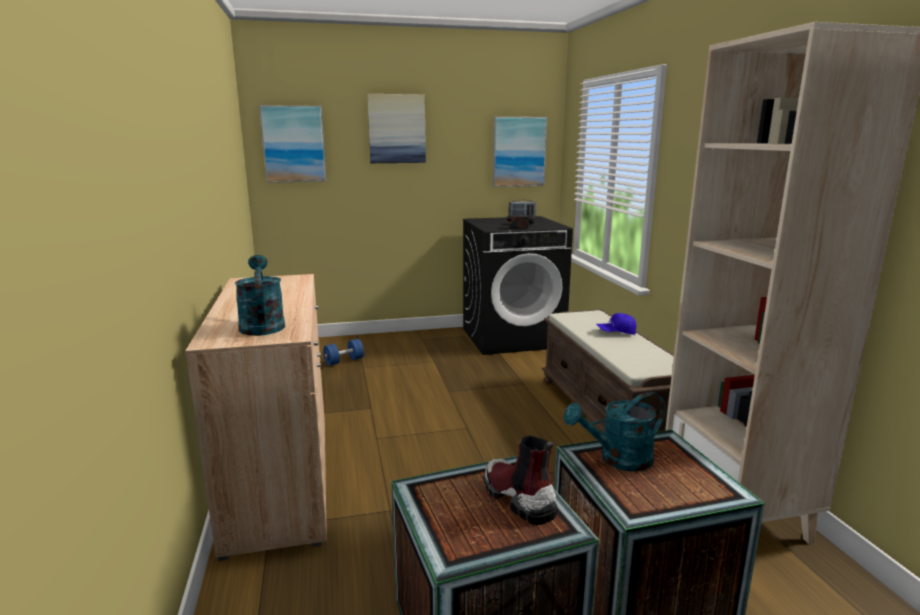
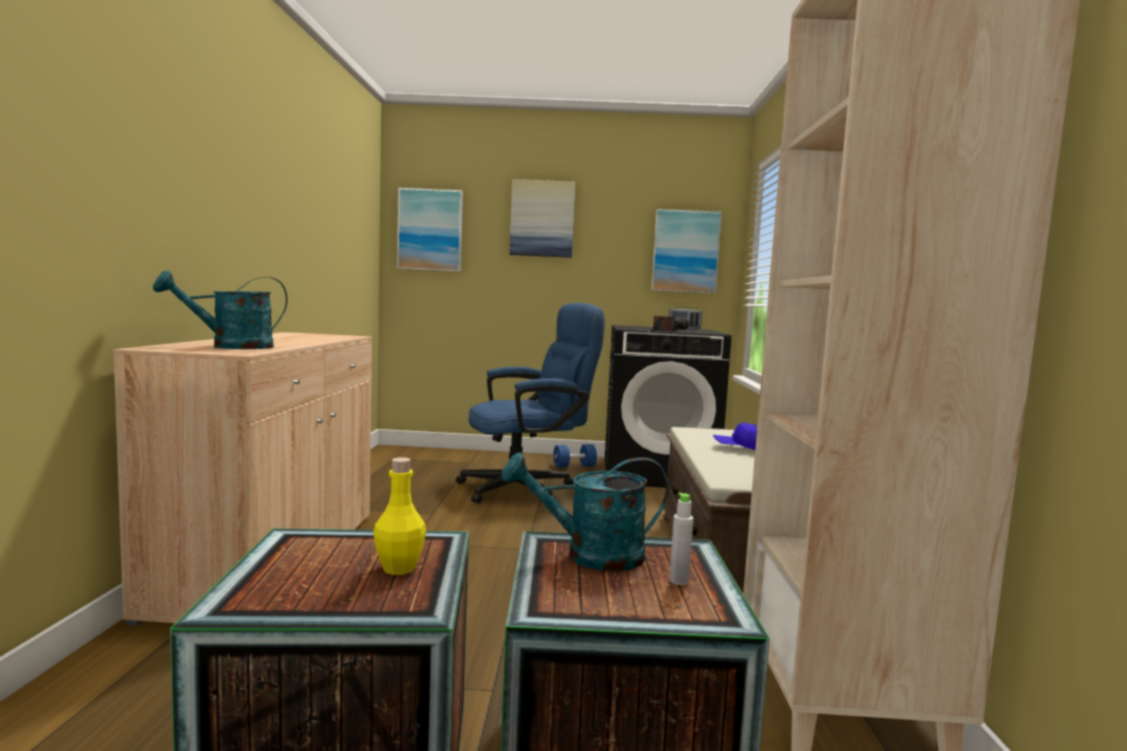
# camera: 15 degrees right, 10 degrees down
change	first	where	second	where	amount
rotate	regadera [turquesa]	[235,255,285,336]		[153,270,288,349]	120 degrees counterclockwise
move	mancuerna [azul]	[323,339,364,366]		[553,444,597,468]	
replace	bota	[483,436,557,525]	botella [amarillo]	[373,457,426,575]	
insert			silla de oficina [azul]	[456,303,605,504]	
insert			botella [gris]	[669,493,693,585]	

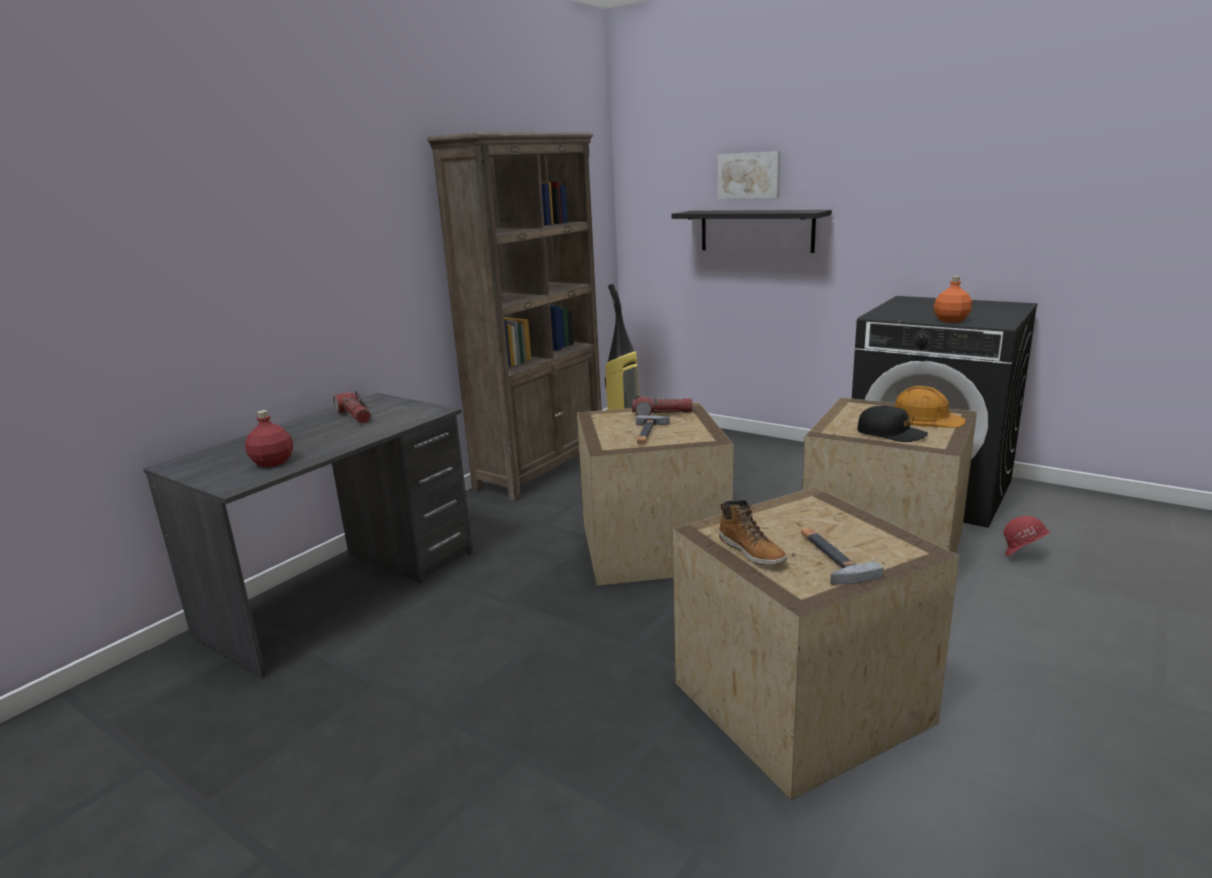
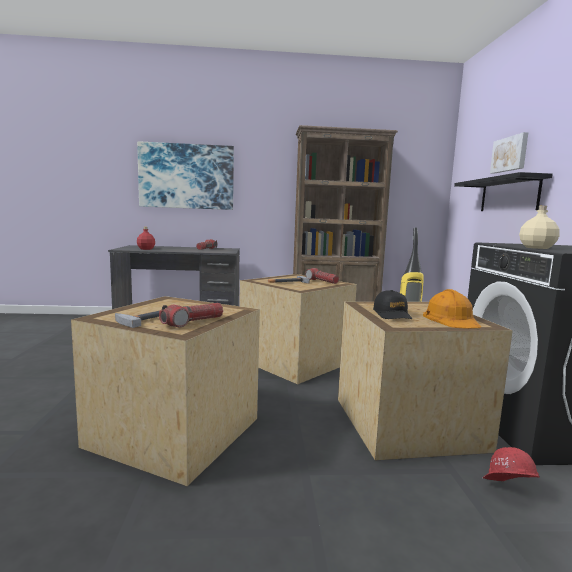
# camera: 50 degrees right, 10 degrees down
change	first	where	second	where	amount
recolor	botella [naranja]	[934,276,972,322]	botella [beis]	[519,206,559,249]	
delete	bota	[719,500,787,565]			
insert			cuadro	[137,141,234,210]	
insert			linterna	[159,303,223,328]	

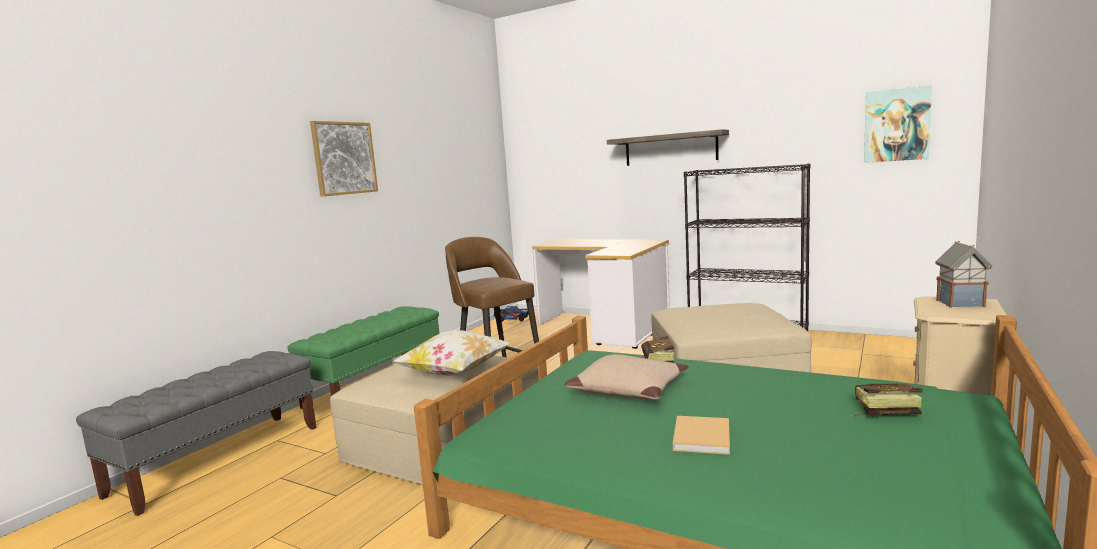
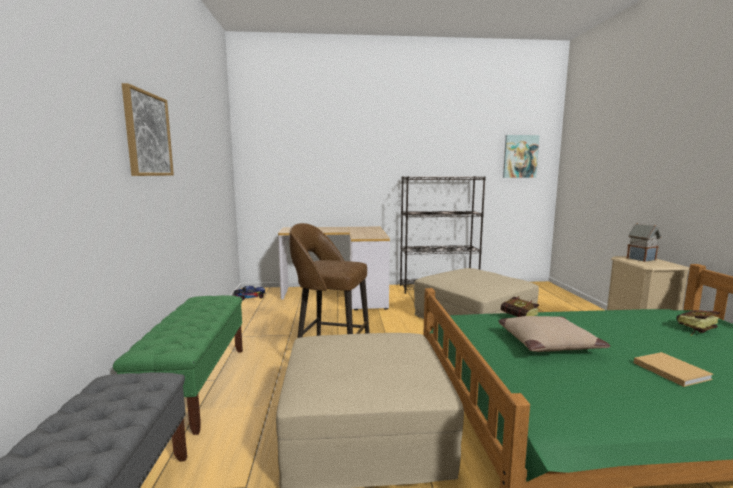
# camera: 35 degrees left, 0 degrees up
change	first	where	second	where	amount
delete	estante	[607,129,729,166]			
delete	cojín	[392,330,511,375]			

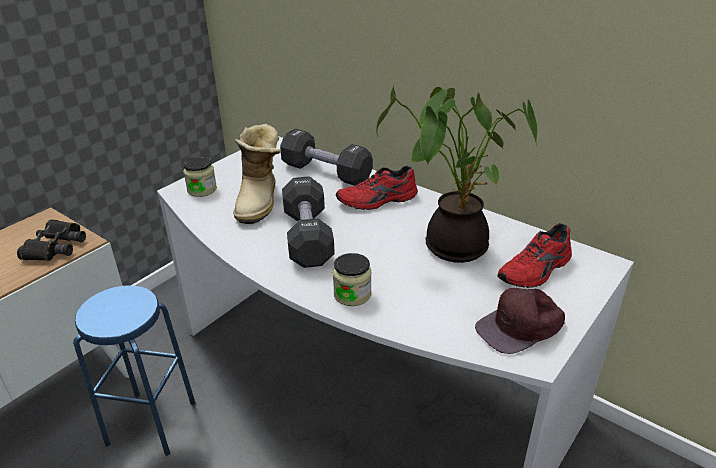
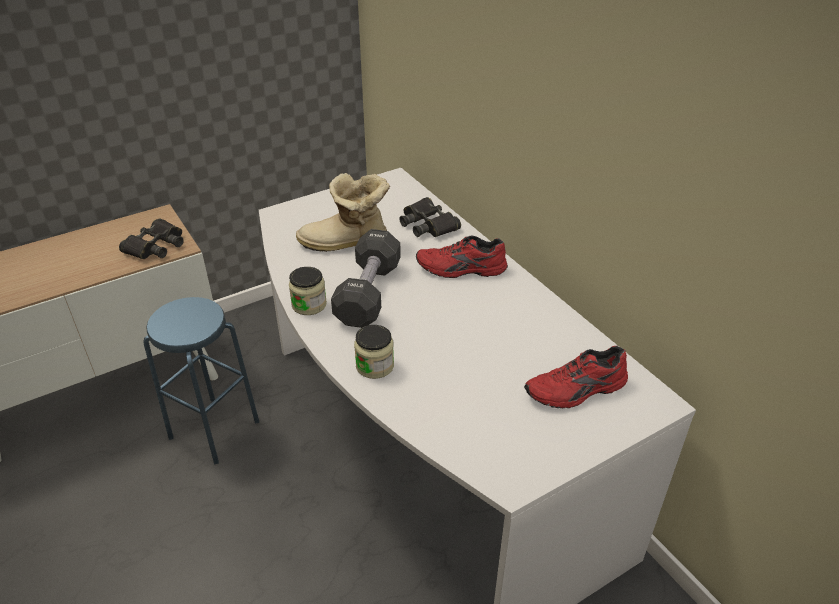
# camera: 20 degrees right, 5 degrees up
change	first	where	second	where	amount
delete	planta en maceta	[376,86,538,263]			
rotate	bota	[233,124,281,224]		[296,173,390,252]	60 degrees clockwise
replace	mancuerna [negro]	[280,128,373,186]	prismáticos [negro]	[399,197,461,237]	
move	tarro	[183,157,217,197]		[289,267,327,315]	
delete	gorra [marrón]	[475,288,565,354]			

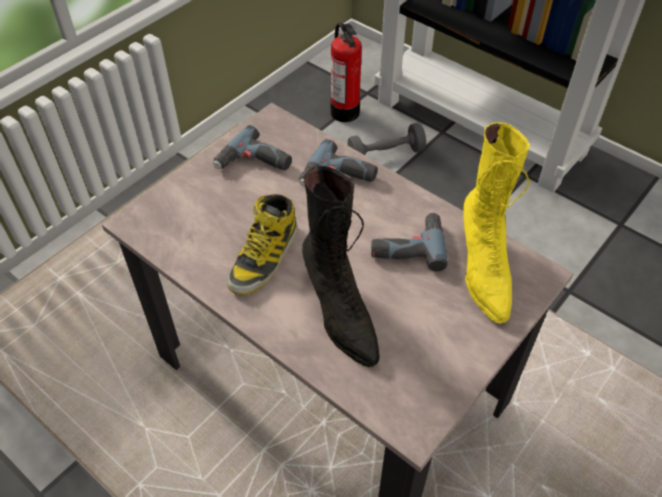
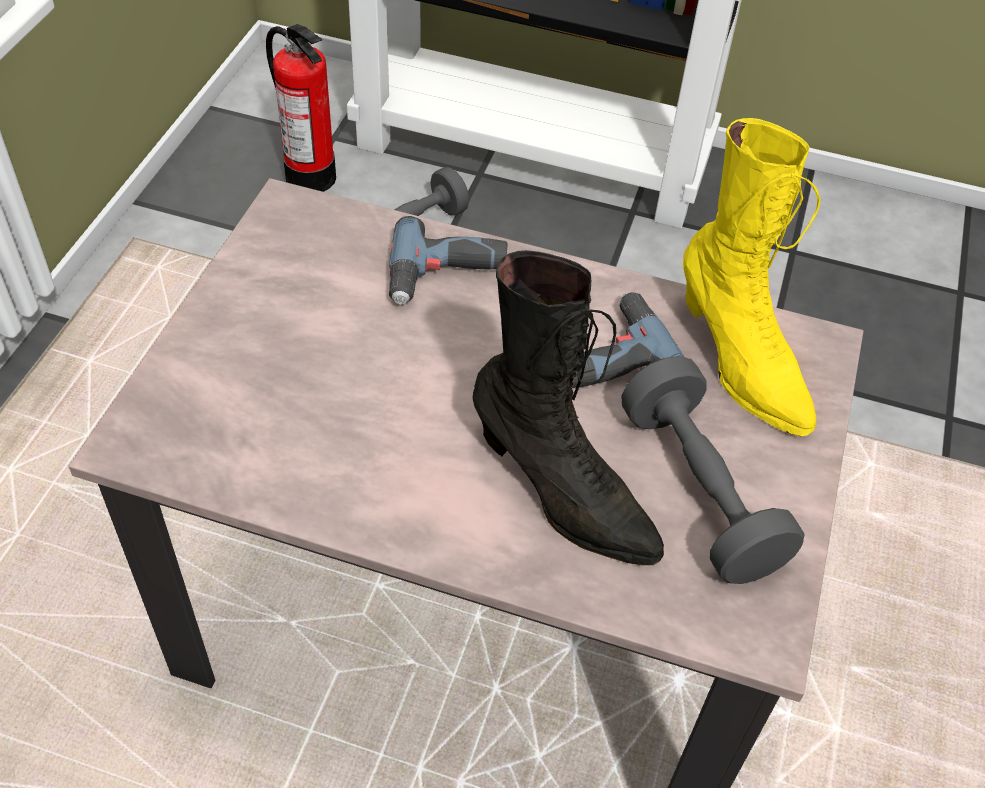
# camera: 25 degrees left, 0 degrees up
change	first	where	second	where	amount
delete	taladro	[214,125,292,170]			
delete	bota	[227,194,298,295]			
insert			mancuerna [gris]	[621,356,804,584]	

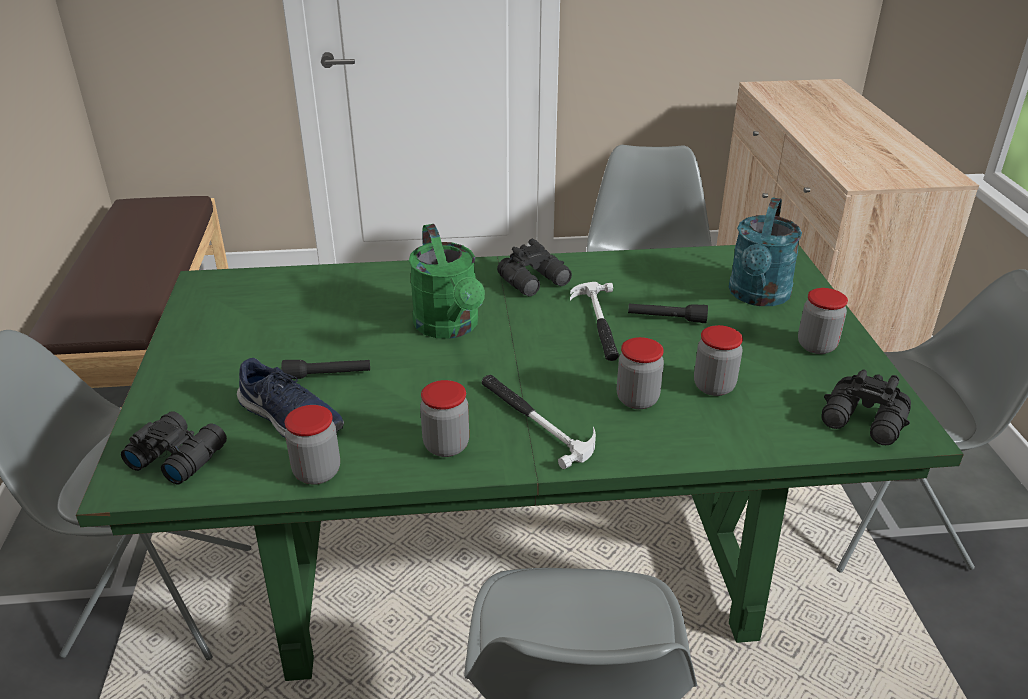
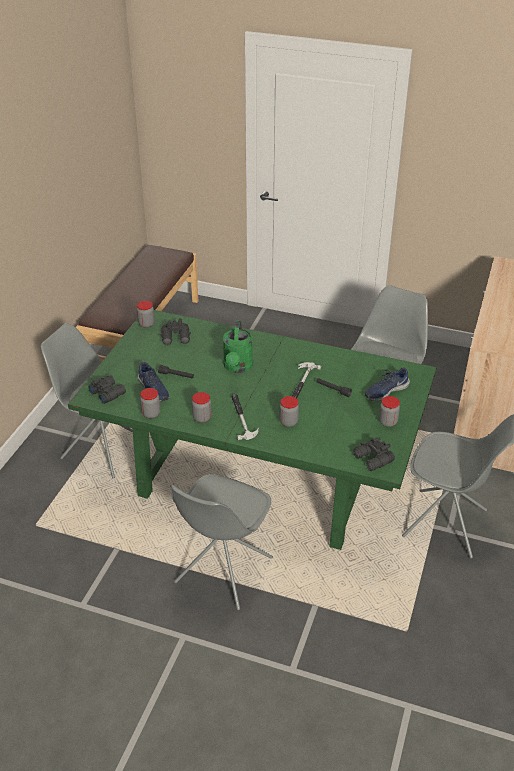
# camera: 25 degrees right, 5 degrees up
change	first	where	second	where	amount
replace	regadera [turquesa]	[729,197,802,306]	zapato [azul]	[365,367,410,401]	
move	prismáticos [negro]	[497,239,572,296]		[160,318,191,345]	
move	tarro	[694,325,743,396]		[137,301,155,328]	

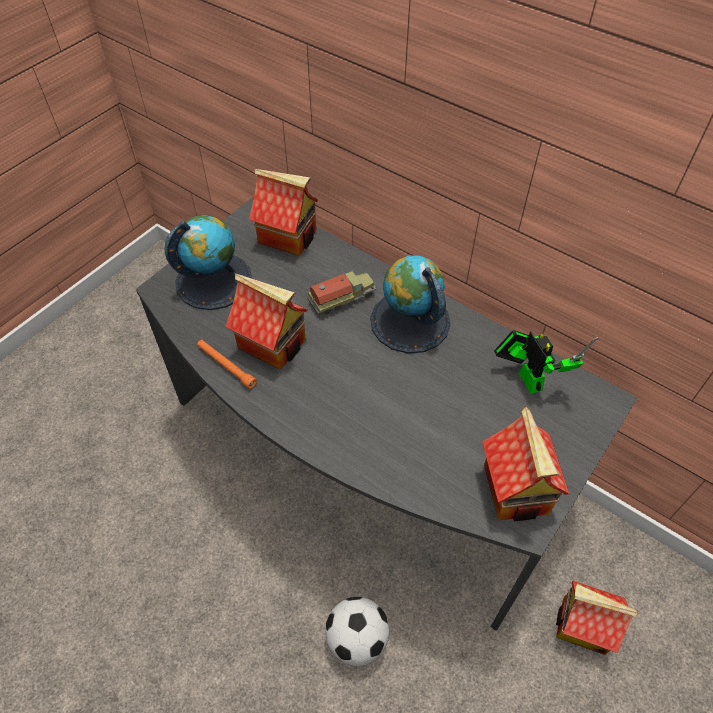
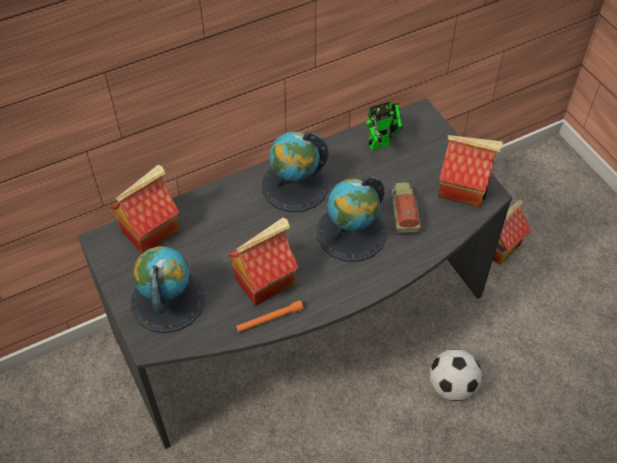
# camera: 65 degrees left, 0 degrees up
change	first	where	second	where	amount
move	camión de juguete	[307,271,376,316]		[392,182,421,234]	
rotate	robot de juguete	[494,330,599,394]		[366,102,403,150]	150 degrees clockwise
insert			globo terráqueo	[317,176,386,262]	

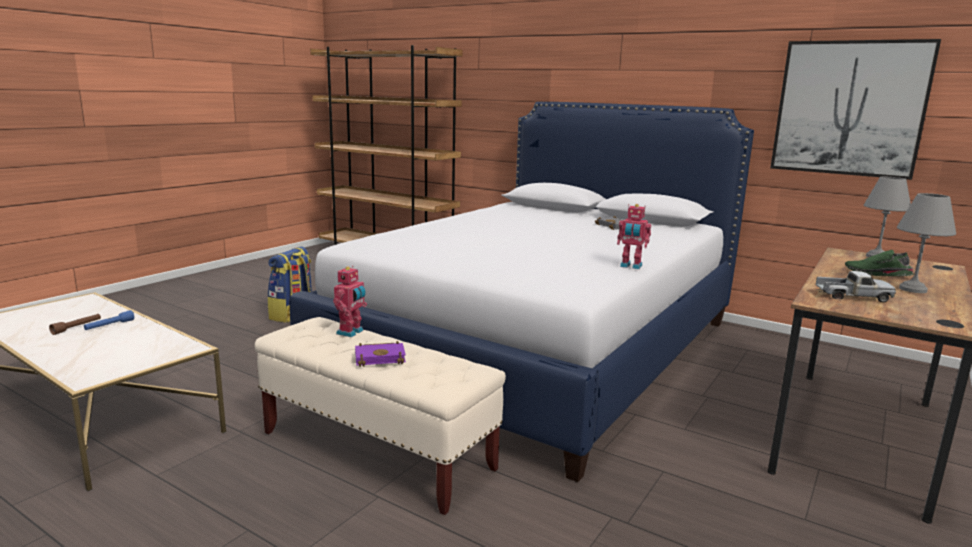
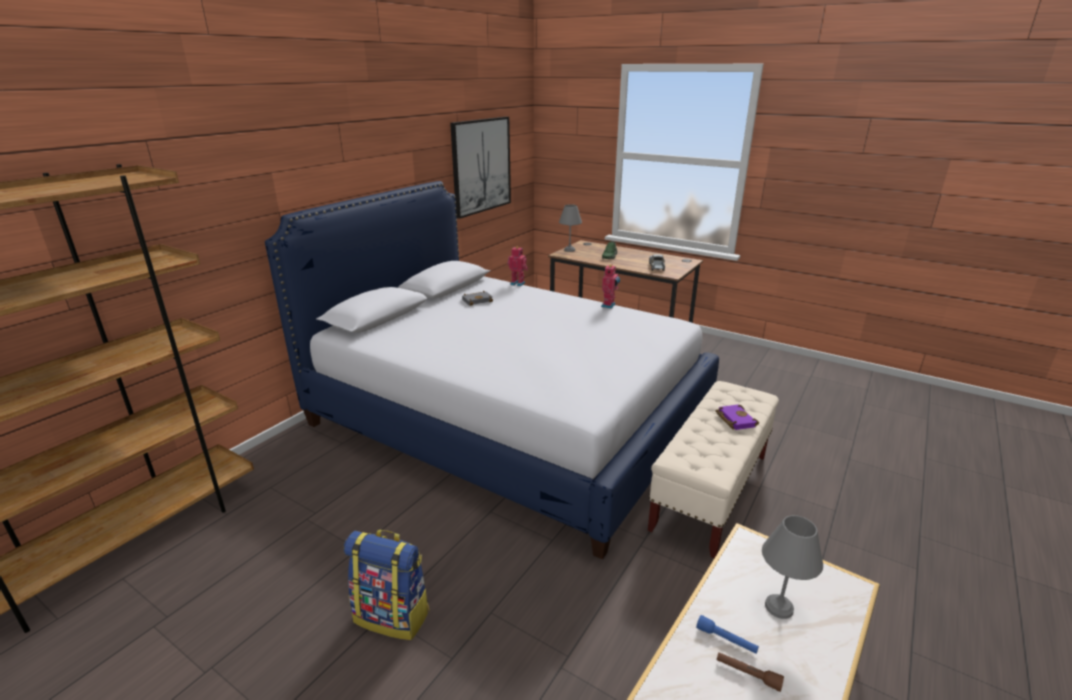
# camera: 90 degrees left, 10 degrees up
change	first	where	second	where	amount
move	lámpara de mesa [gris]	[897,193,956,293]		[762,515,823,619]	
move	robot de juguete	[333,266,367,337]		[507,246,528,286]	

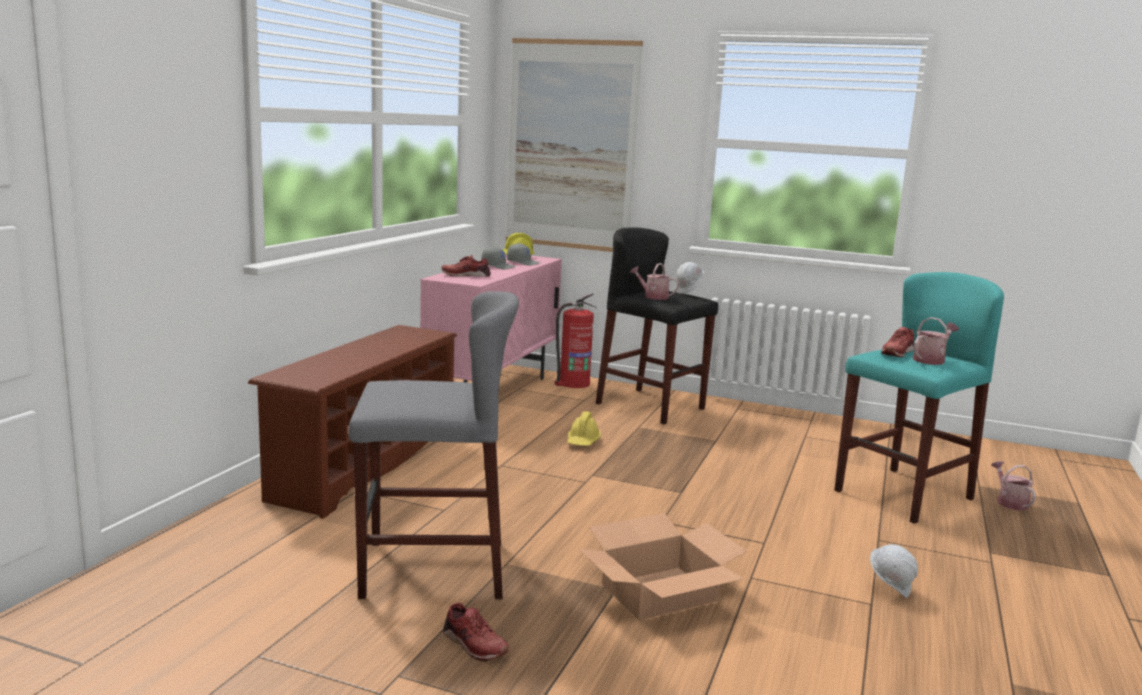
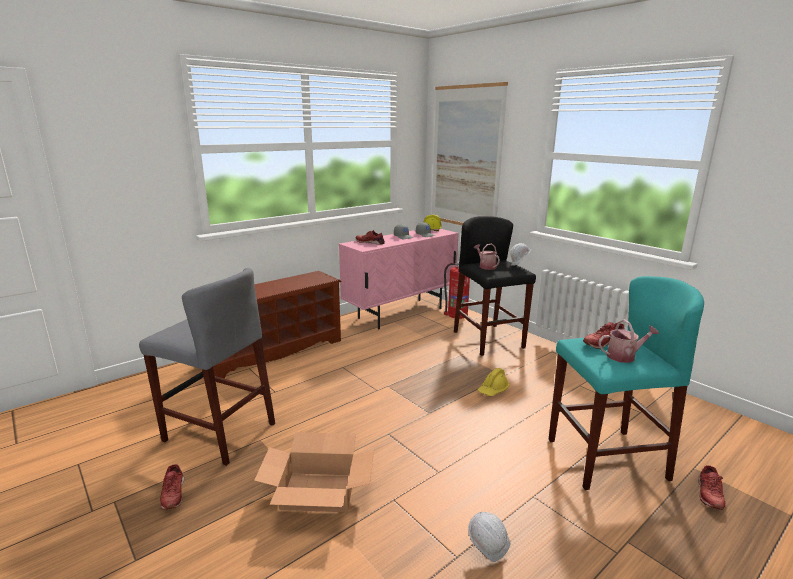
# camera: 30 degrees right, 5 degrees up
change	first	where	second	where	amount
move	casco [amarillo]	[567,411,601,446]		[478,368,510,396]	
replace	regadera	[991,461,1036,510]	zapato [rojo]	[698,465,725,510]	

